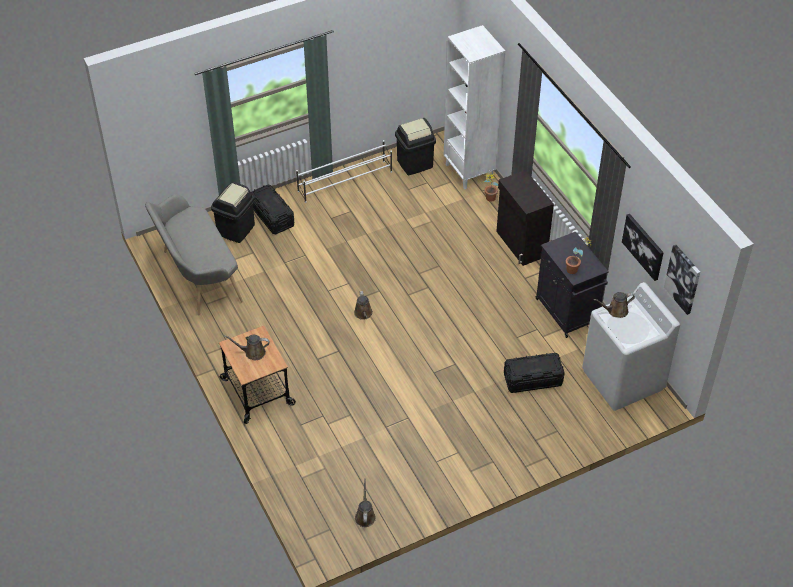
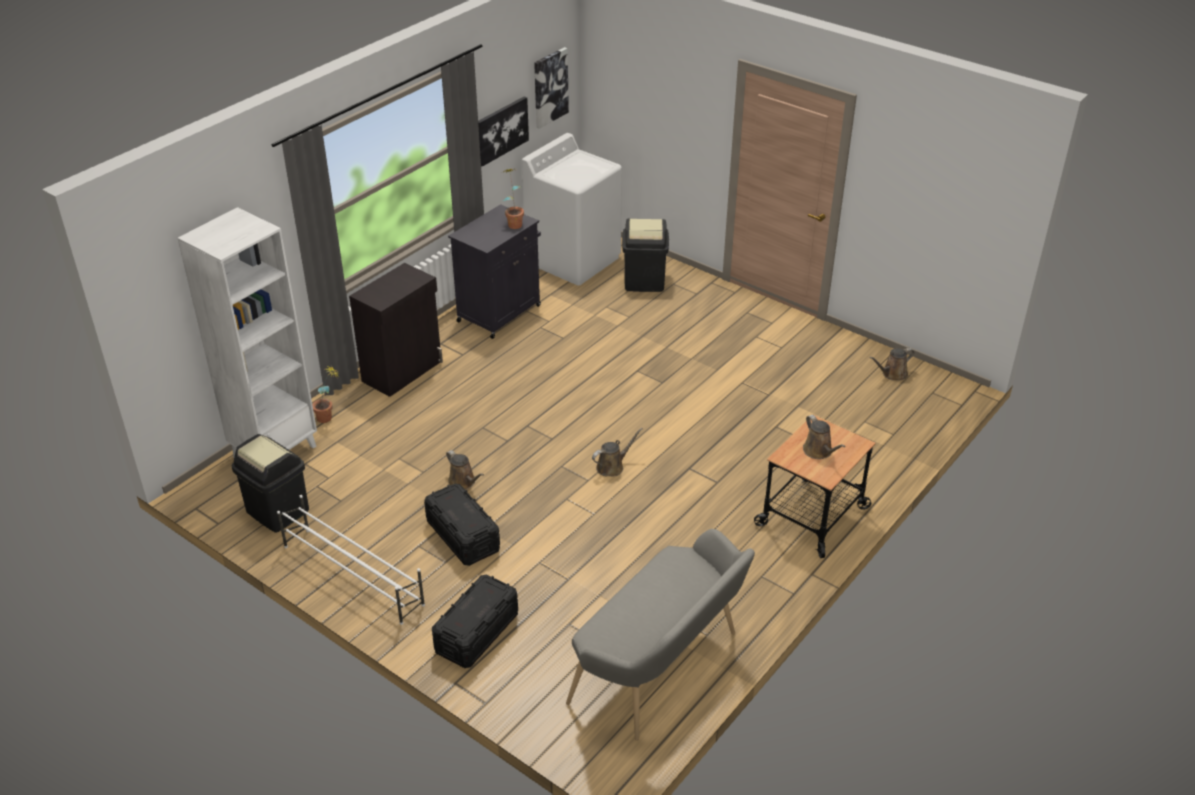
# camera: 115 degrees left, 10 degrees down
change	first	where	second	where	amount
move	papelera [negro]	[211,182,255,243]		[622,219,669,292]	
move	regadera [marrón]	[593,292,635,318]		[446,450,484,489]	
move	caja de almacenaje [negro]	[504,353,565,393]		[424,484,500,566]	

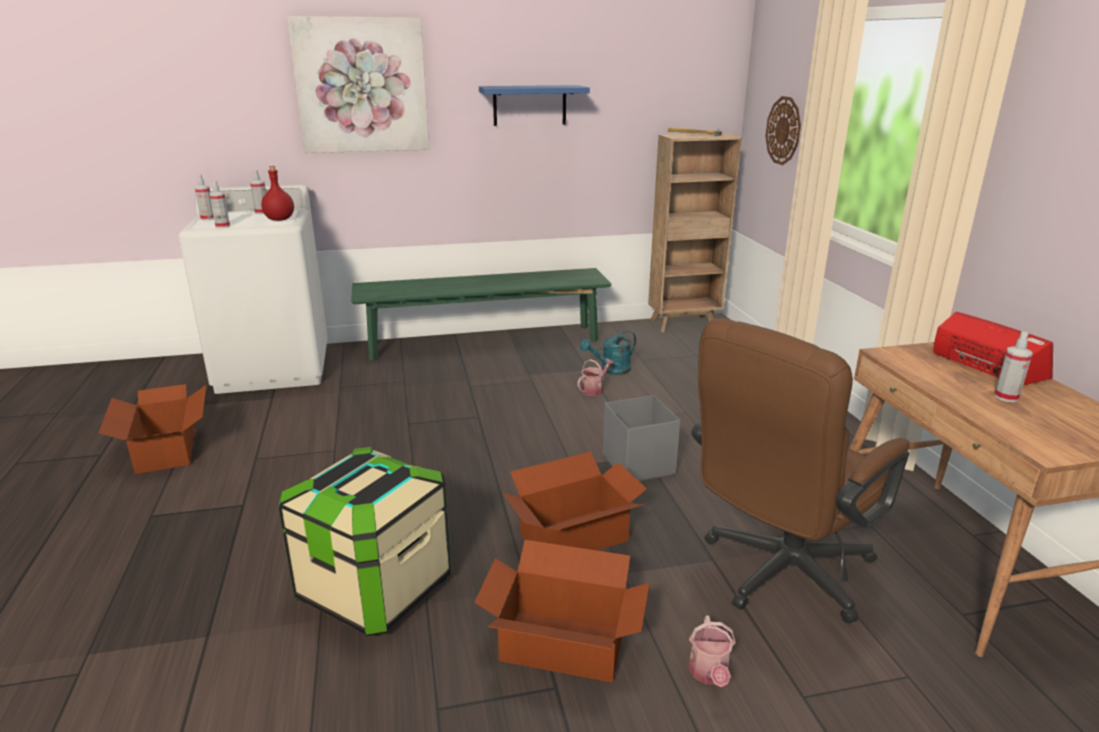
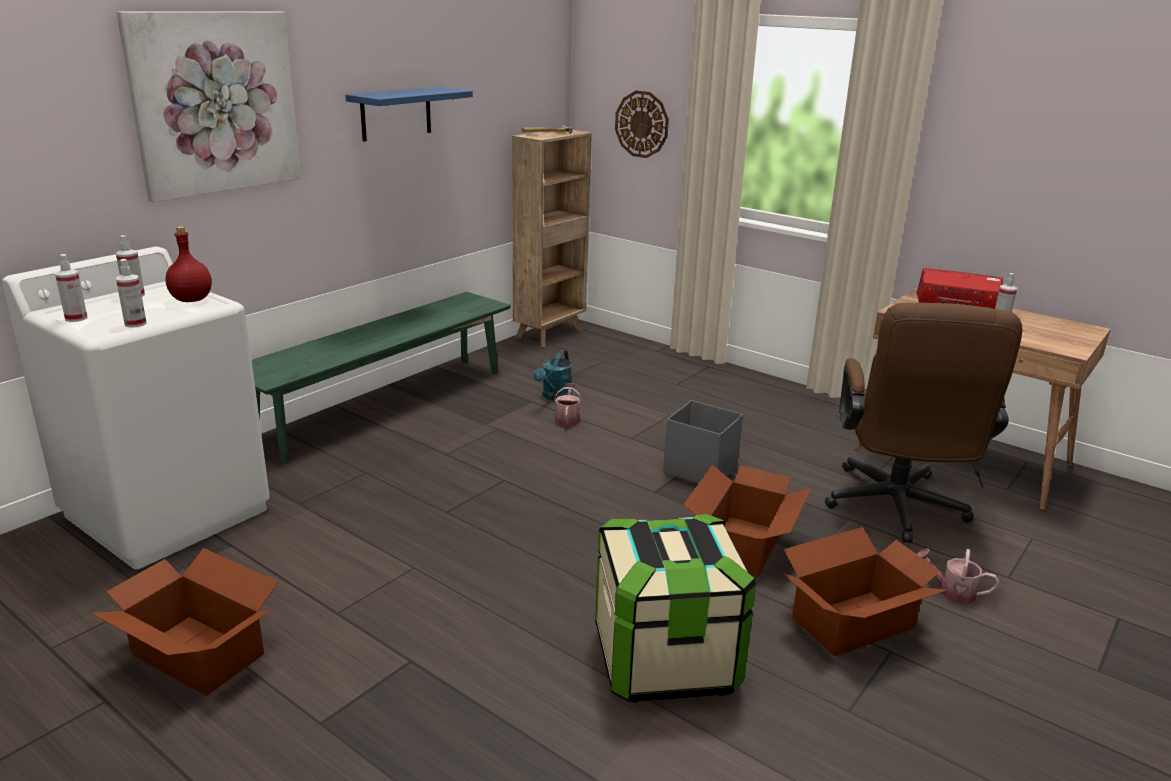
# camera: 40 degrees left, 0 degrees up
change	first	where	second	where	amount
rotate	regadera	[688,616,736,687]		[917,548,999,604]	150 degrees clockwise

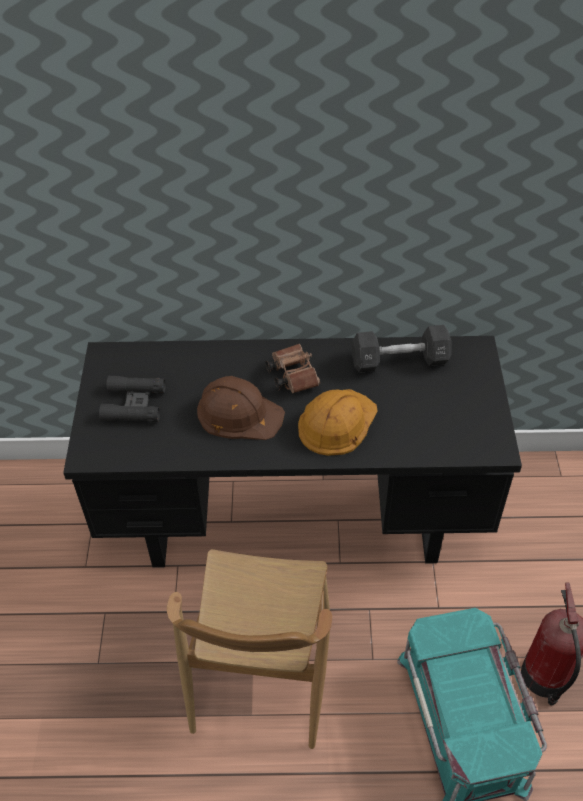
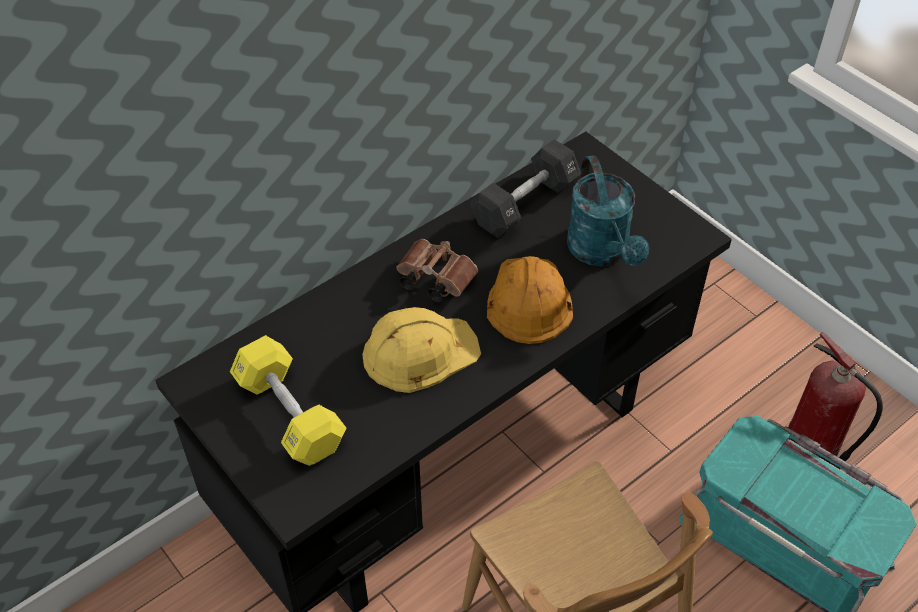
# camera: 40 degrees left, 0 degrees up
change	first	where	second	where	amount
replace	prismáticos [negro]	[99,376,166,422]	mancuerna [amarillo]	[230,335,347,466]	
recolor	casco [marrón]	[197,376,285,440]	casco [amarillo]	[362,307,481,393]	
insert			regadera [turquesa]	[567,155,649,267]	

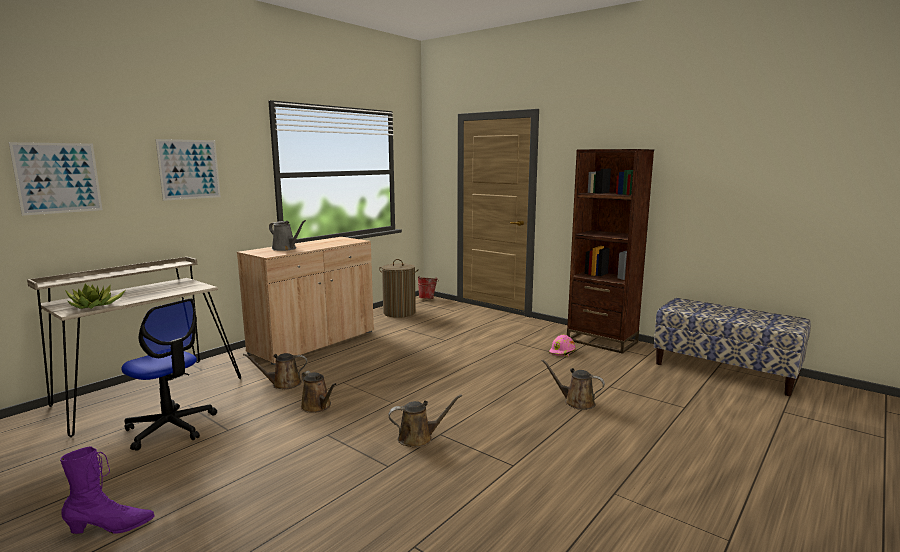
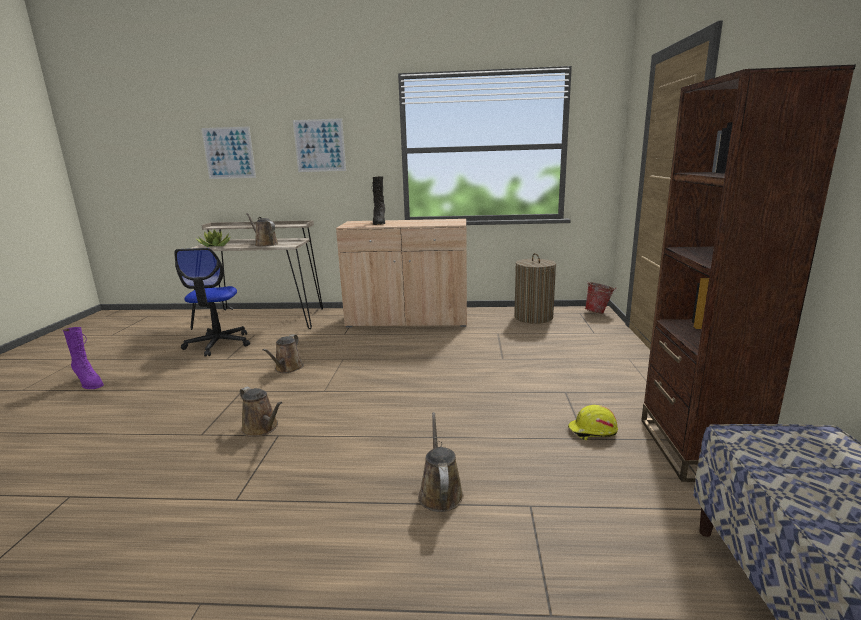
# camera: 55 degrees right, 5 degrees up
change	first	where	second	where	amount
replace	regadera [gris]	[269,220,306,251]	bota [negro]	[372,176,385,225]	
recolor	casco [rosa]	[549,334,576,357]	casco [amarillo]	[568,405,618,440]	
move	regadera [marrón]	[243,353,307,389]		[246,213,278,247]	

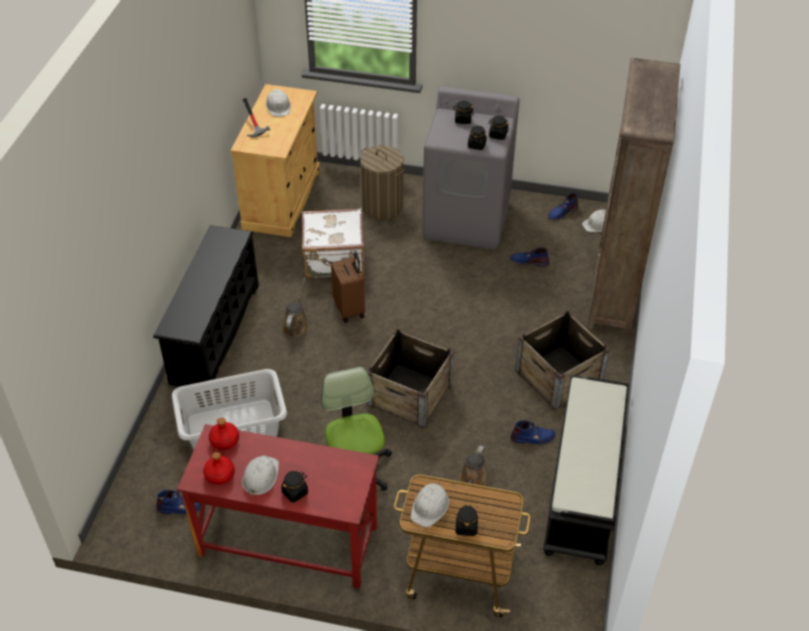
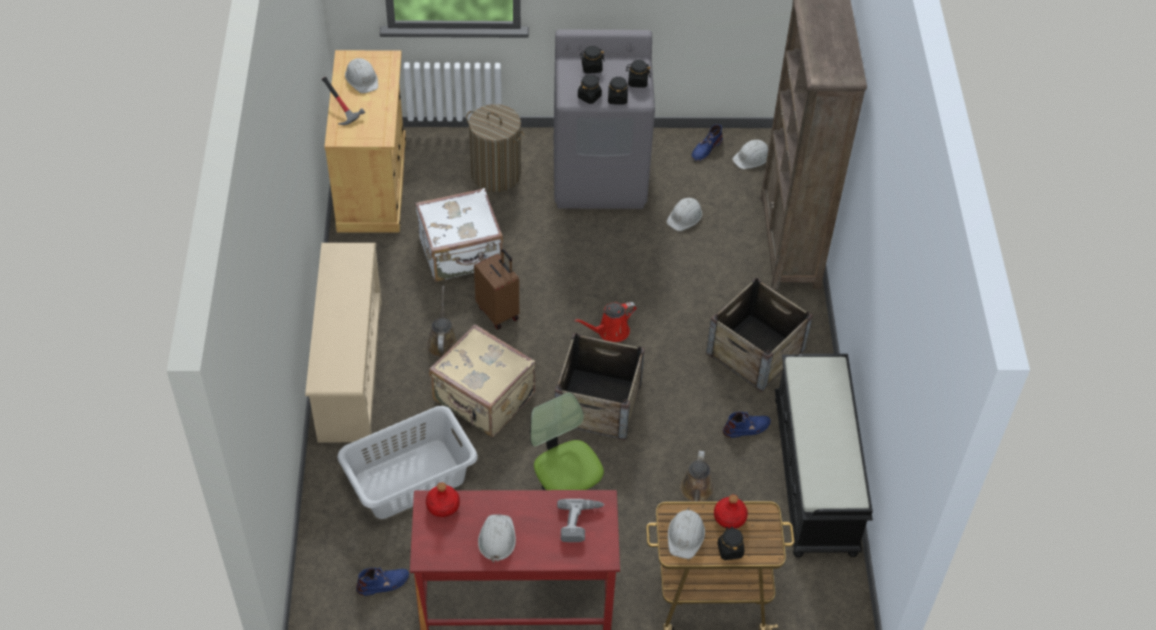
# camera: 15 degrees left, 5 degrees up
change	first	where	second	where	amount
recolor	zapatero [negro]	[153,225,259,392]	zapatero [beis]	[305,243,382,442]	
replace	bota [azul]	[510,247,549,267]	casco [blanco]	[666,198,702,231]	
move	botella [rojo]	[203,452,235,485]		[714,495,748,529]	
move	tarro [negro]	[281,471,308,502]		[578,75,602,104]	
insert			regadera [rojo]	[574,302,637,342]	
insert			maleta [beis]	[429,324,536,437]	
insert			taladro	[557,499,605,542]	

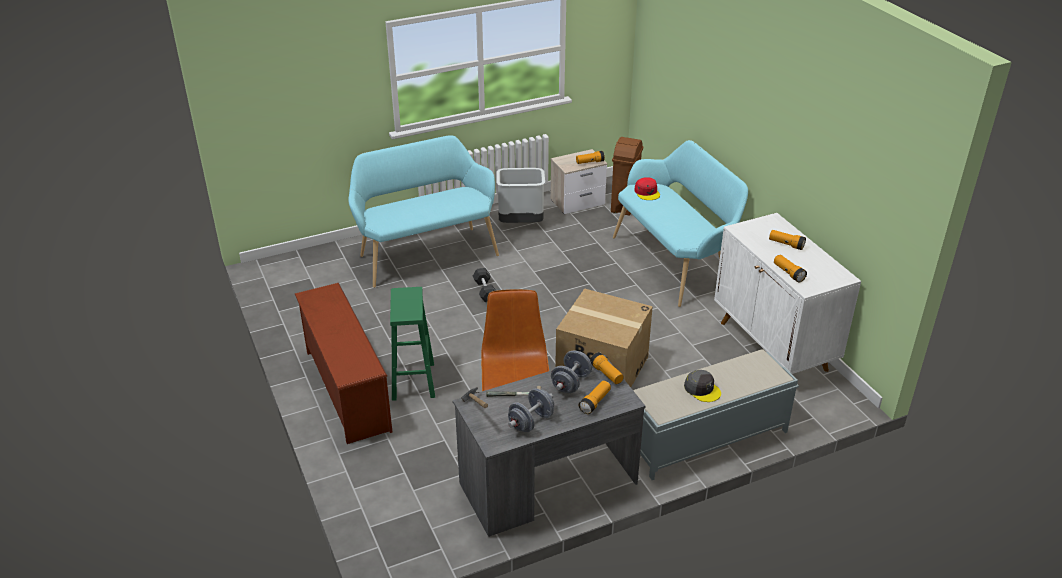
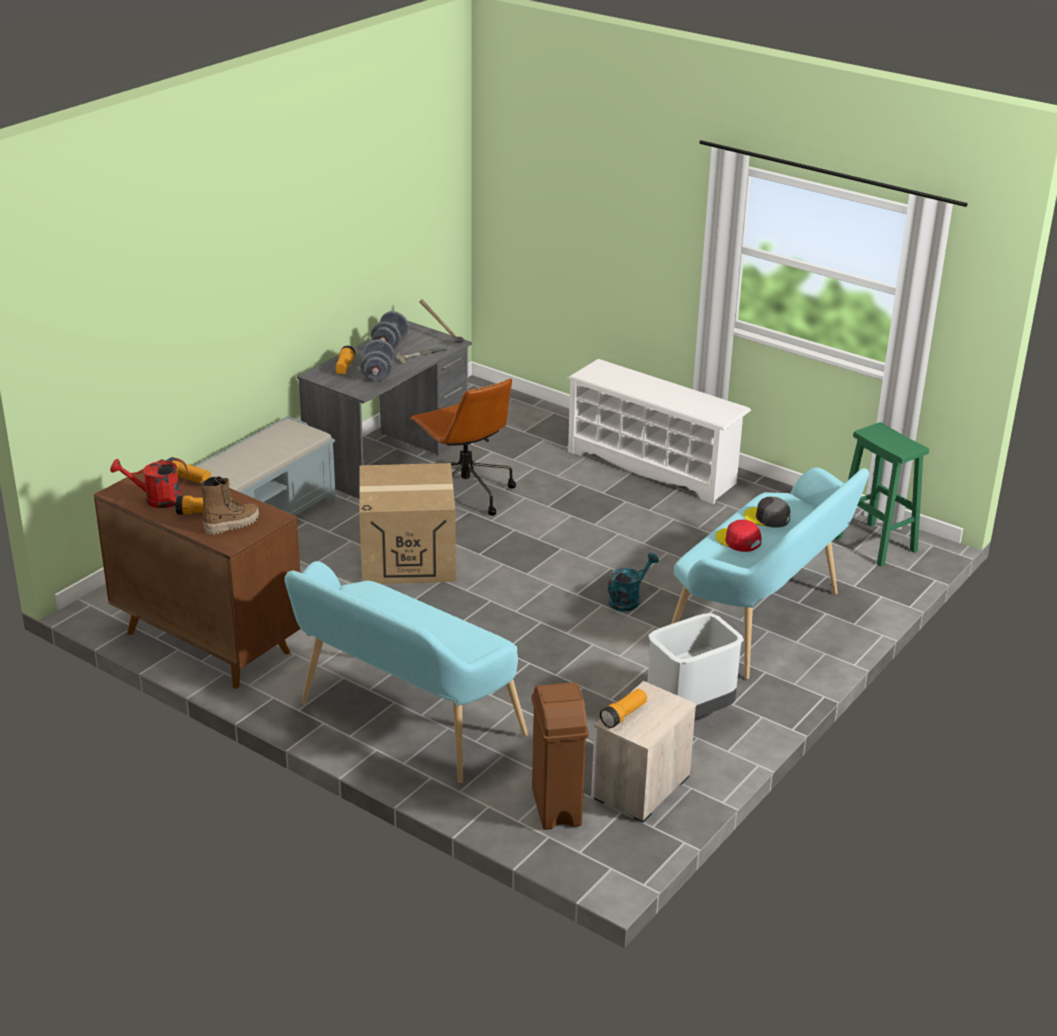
# camera: 150 degrees right, 5 degrees down
change	first	where	second	where	amount
move	gorra [rojo]	[634,177,660,200]		[716,519,761,552]	
recolor	armario [blanco]	[714,213,861,374]	armario [marrón]	[94,459,300,689]	
replace	mancuerna [negro]	[473,268,496,302]	regadera [turquesa]	[608,553,659,611]	
recolor	zapatero [marrón]	[295,283,392,444]	zapatero [blanco]	[567,359,751,504]	
move	taburete [verde]	[390,287,435,401]		[836,422,929,567]	
delete	linterna	[590,352,624,384]			
move	gorra [gris]	[684,370,721,402]		[744,497,791,528]	
insert			regadera [rojo]	[110,458,188,508]	
insert			bota	[200,476,259,535]	

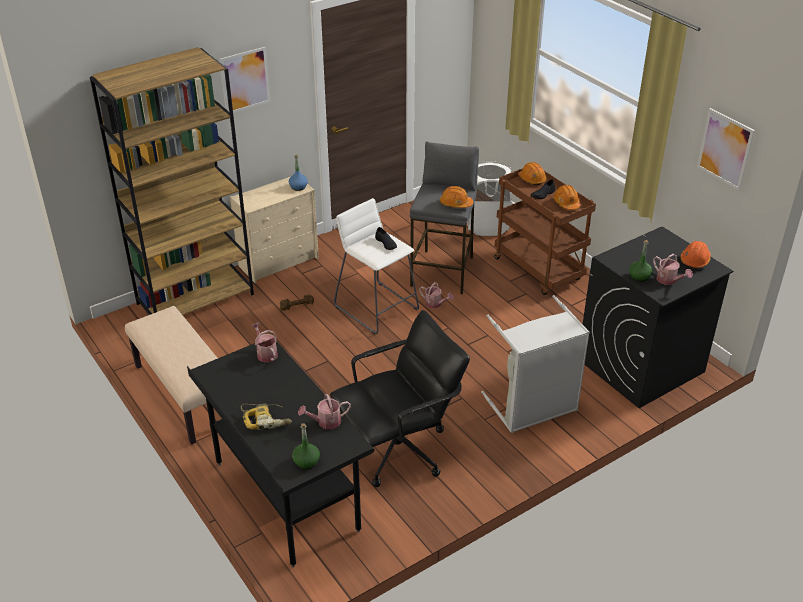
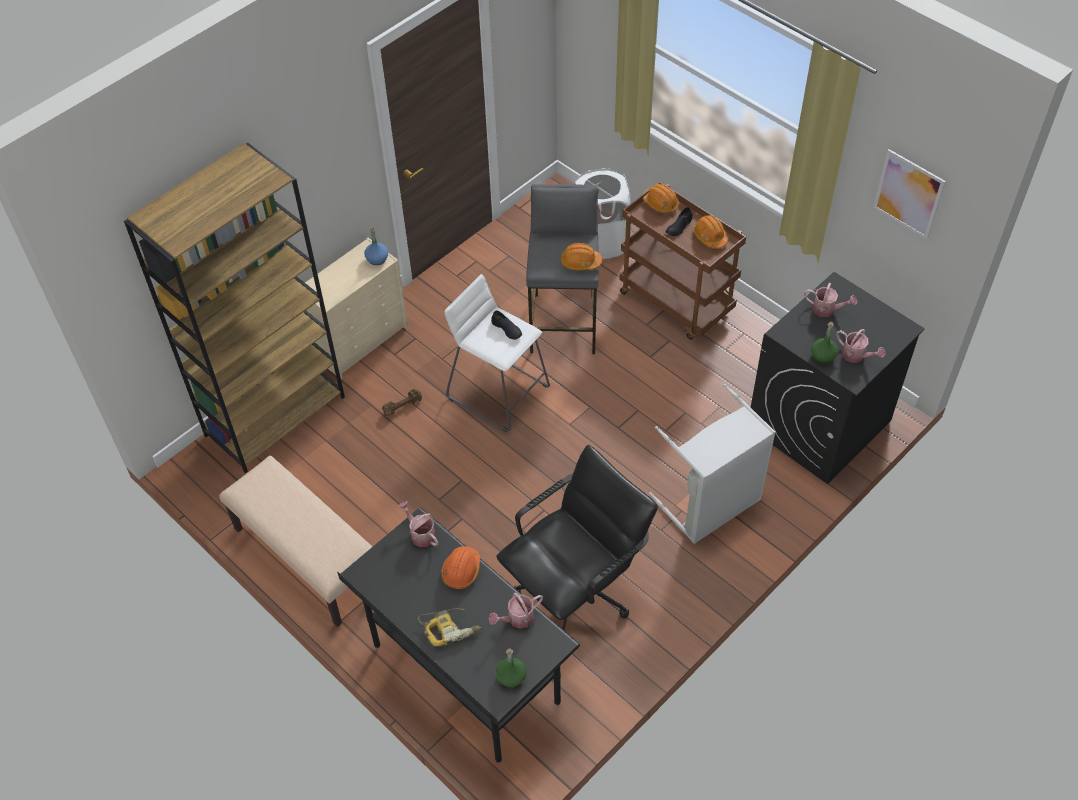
# camera: 10 degrees left, 15 degrees up
change	first	where	second	where	amount
delete	cuadro	[220,47,271,113]			
move	casco [naranja]	[681,241,711,269]		[441,546,480,589]	
move	regadera	[419,282,454,309]		[804,283,857,317]	

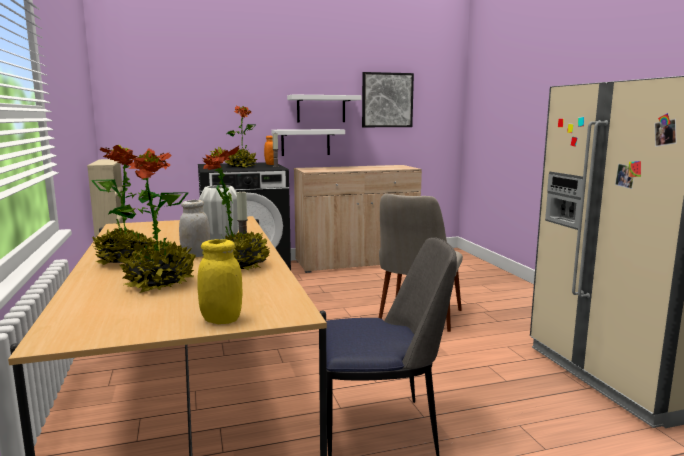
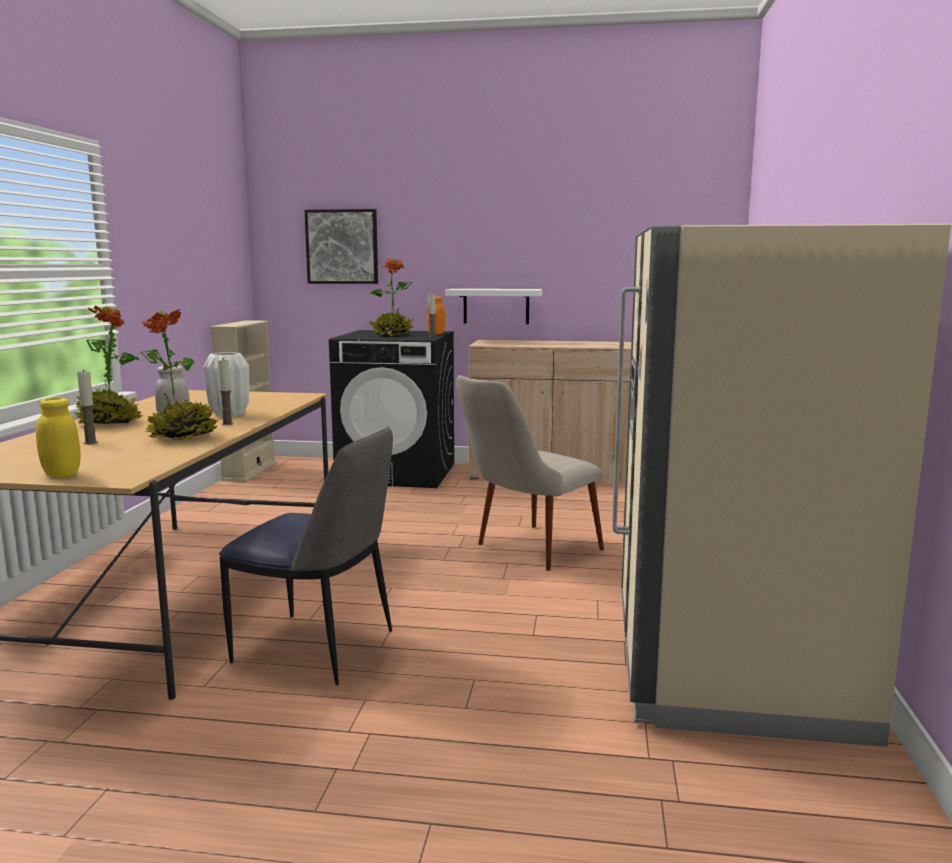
# camera: 25 degrees right, 0 degrees up
change	first	where	second	where	amount
move	cuadro	[362,72,414,127]		[304,209,378,284]	
delete	estante [blanco]	[287,94,361,122]			
replace	planta en maceta	[108,148,195,293]	vela	[77,369,98,444]	

